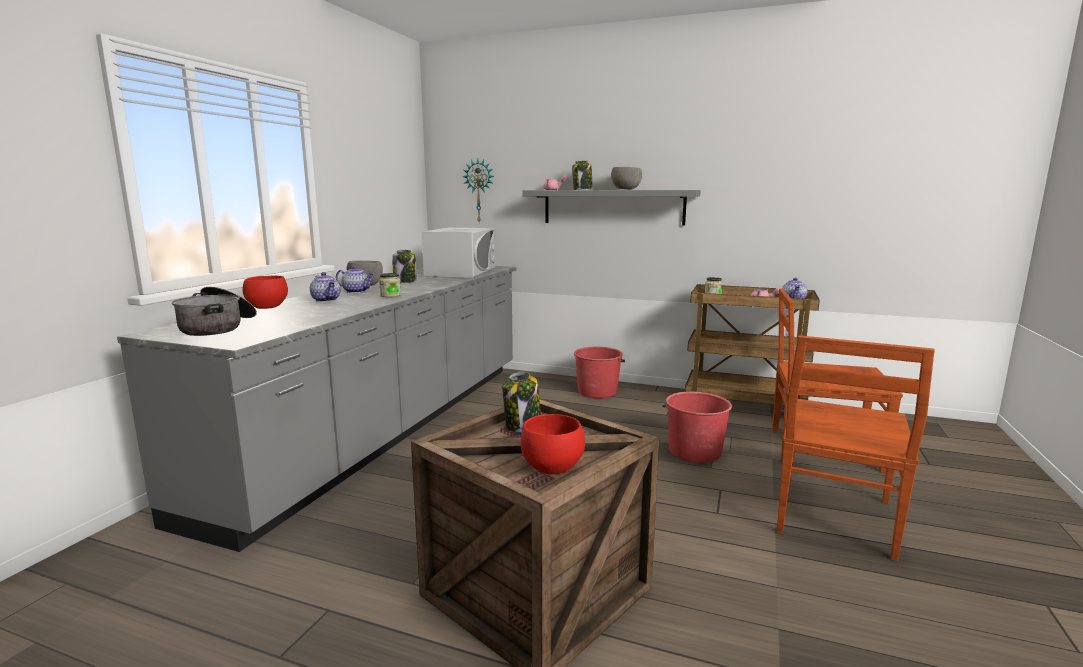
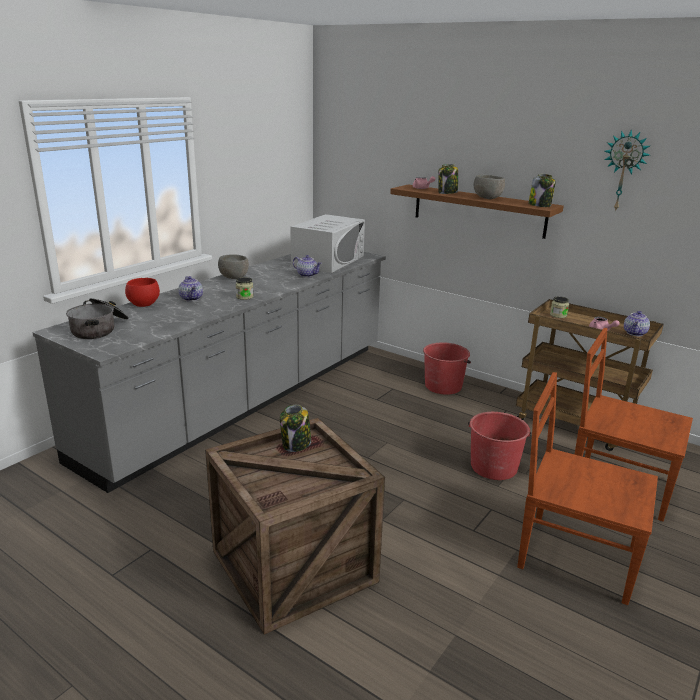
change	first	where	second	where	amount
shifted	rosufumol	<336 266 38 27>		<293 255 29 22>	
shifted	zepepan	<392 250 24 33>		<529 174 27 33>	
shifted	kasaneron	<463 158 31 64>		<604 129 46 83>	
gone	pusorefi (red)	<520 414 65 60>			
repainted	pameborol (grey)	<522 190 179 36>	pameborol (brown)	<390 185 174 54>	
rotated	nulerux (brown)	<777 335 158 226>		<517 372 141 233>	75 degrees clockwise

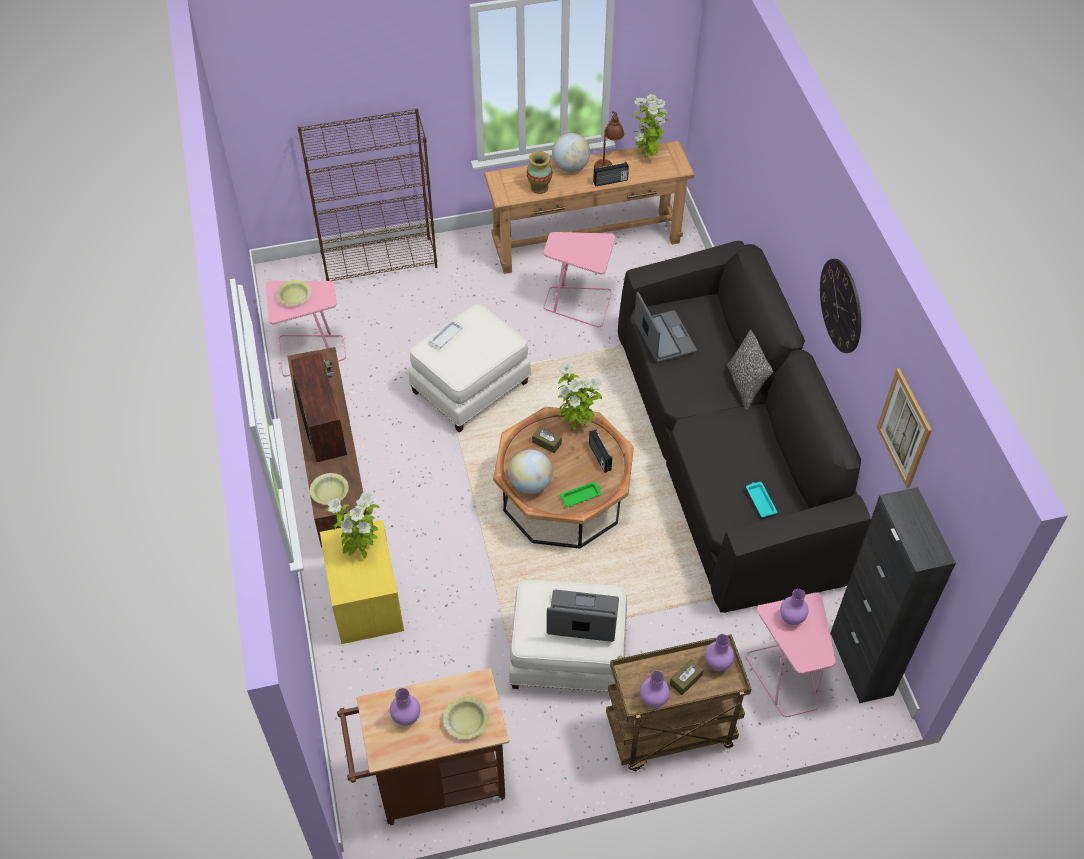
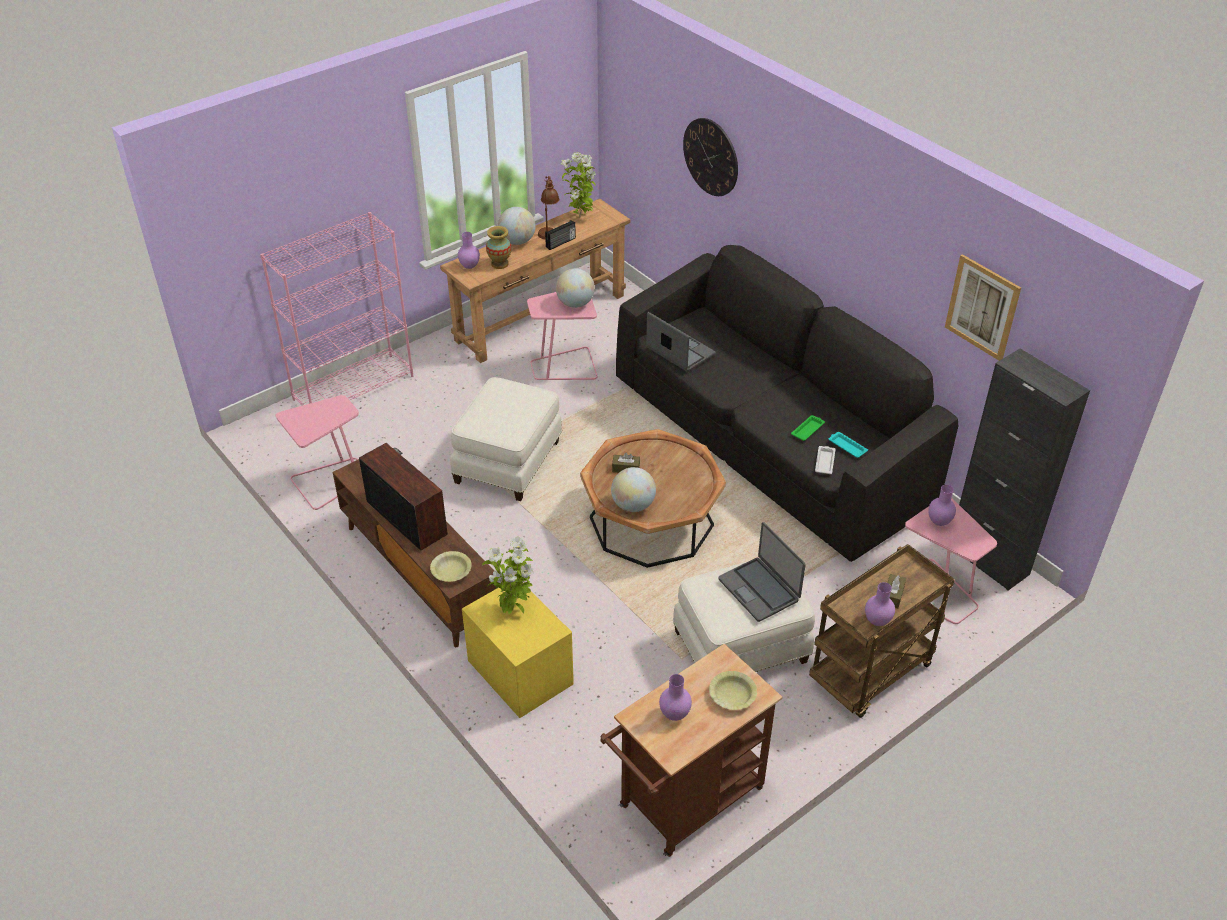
change	first	where	second	where	amount
gone	pusorefi (yellow)	<276 280 35 26>			
repainted	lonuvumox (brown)	<298 109 139 172>	lonuvumox (pink)	<260 212 153 194>	
shifted	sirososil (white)	<429 320 34 28>		<815 446 21 28>	
rotated	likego	<547 589 72 53>		<718 522 88 100>	105 degrees counterclockwise
gone	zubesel	<558 362 44 70>			
shifted	sirososil (green)	<560 482 42 25>		<791 415 34 26>	
gone	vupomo	<589 429 23 44>			
shifted	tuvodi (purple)	<705 634 29 37>		<458 232 22 37>	
gone	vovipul	<727 329 46 82>			
shifted	kasaneron	<820 259 41 94>		<683 118 55 78>	
new			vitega	<556 268 39 40>	

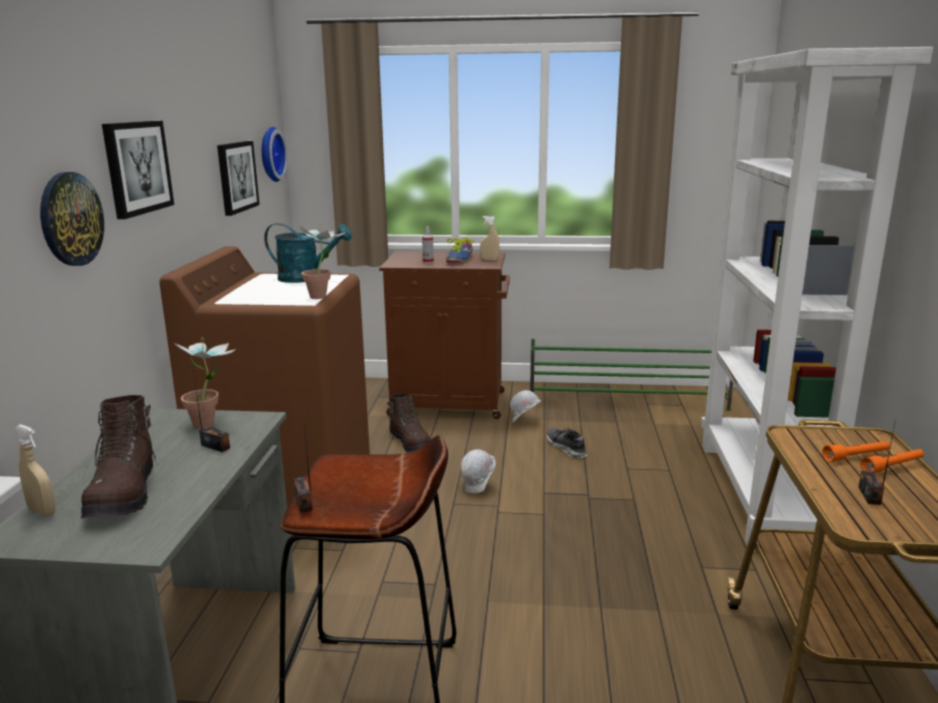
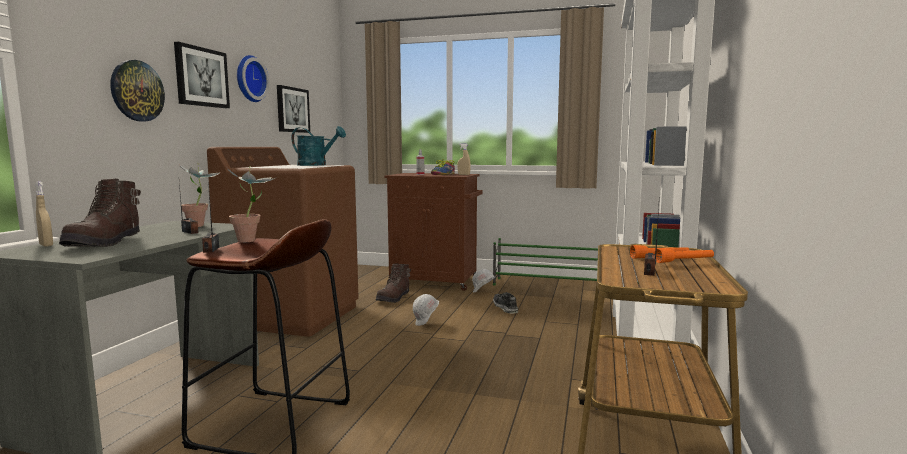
change	first	where	second	where	amount
shifted	kasaneron	<262 127 26 55>		<237 55 32 47>	
shifted	zubesel	<300 223 45 76>		<227 166 48 77>	
rotated	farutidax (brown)	<387 393 43 59>		<376 264 35 39>	45 degrees clockwise

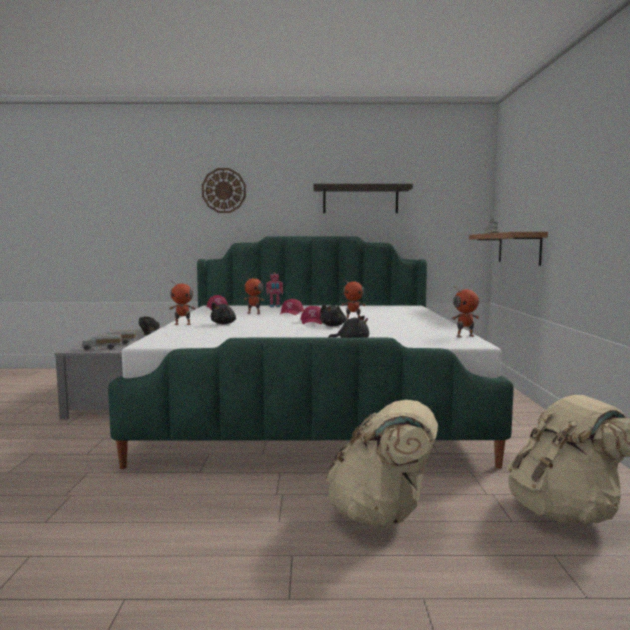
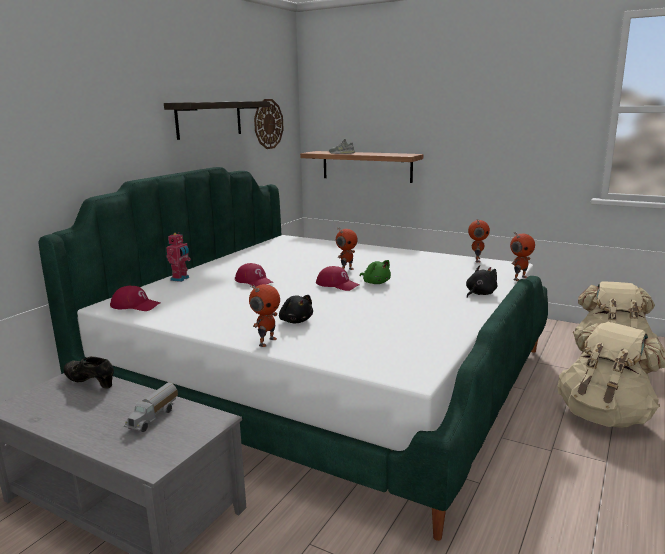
change	first	where	second	where	amount
gone	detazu	<82 334 40 16>			
shifted	kasaneron	<202 168 44 45>		<254 99 30 50>	
shifted	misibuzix	<244 275 20 39>		<510 232 25 49>	
repainted	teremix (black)	<320 304 26 22>	teremix (green)	<360 260 31 24>	

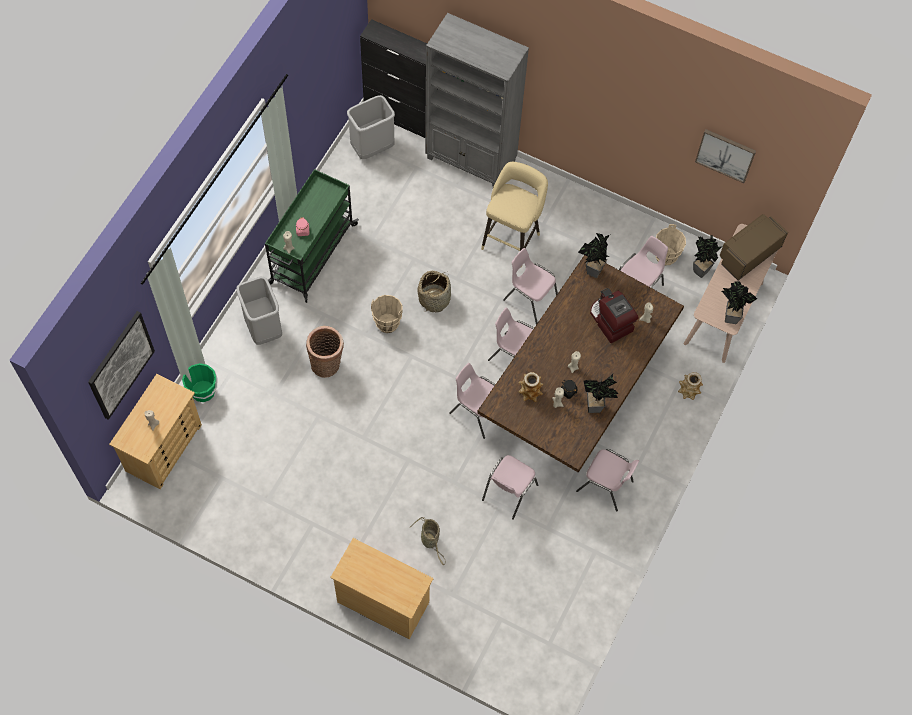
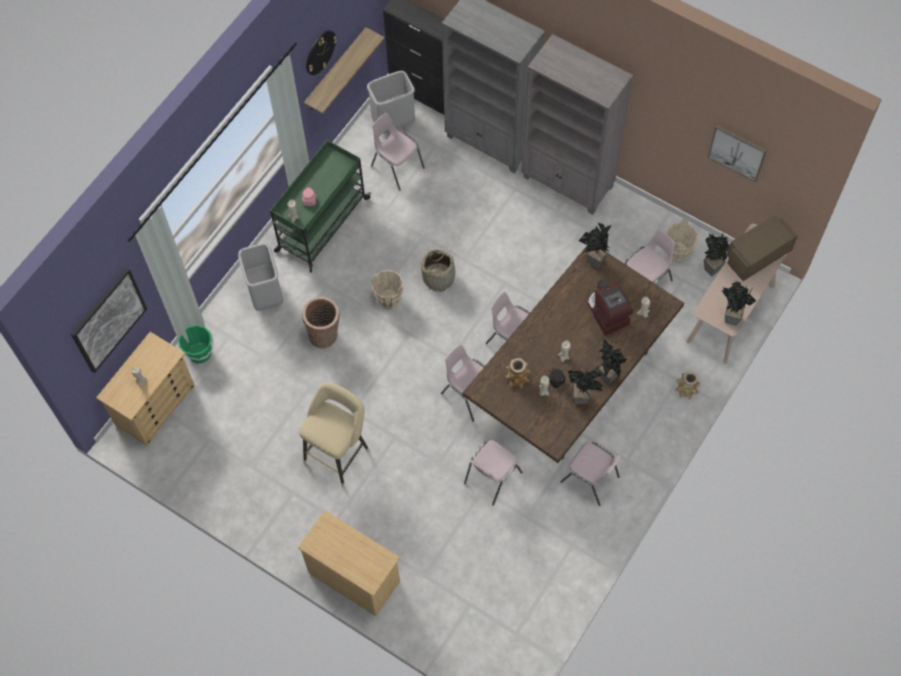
change	first	where	second	where	amount
gone	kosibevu	<410 517 36 49>			
shifted	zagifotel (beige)	<481 162 67 105>		<299 382 71 105>	
shifted	nulerux (pink)	<503 248 55 76>		<371 113 54 78>	
new			pameborol	<304 28 81 86>	
new			kasaneron	<306 30 31 45>	
new			lonuvumox (grey)	<522 34 111 181>	
new			zubesel	<598 339 30 45>	

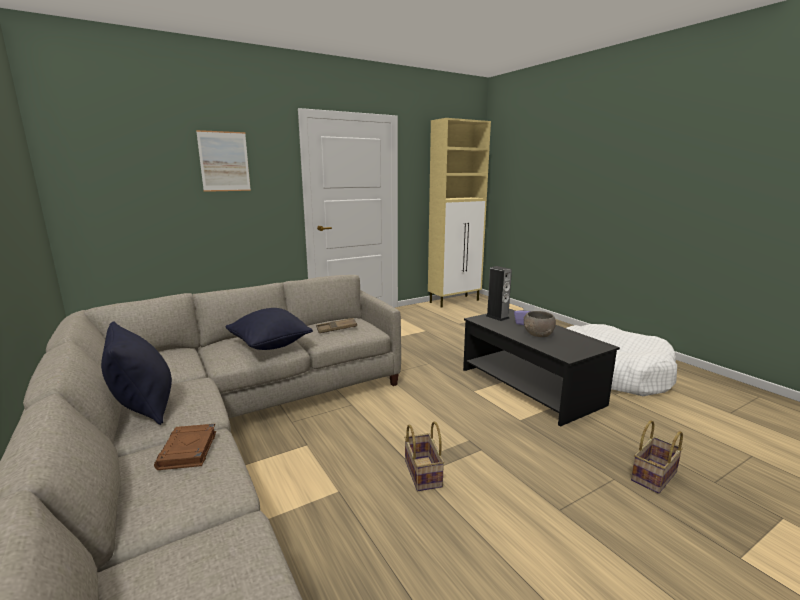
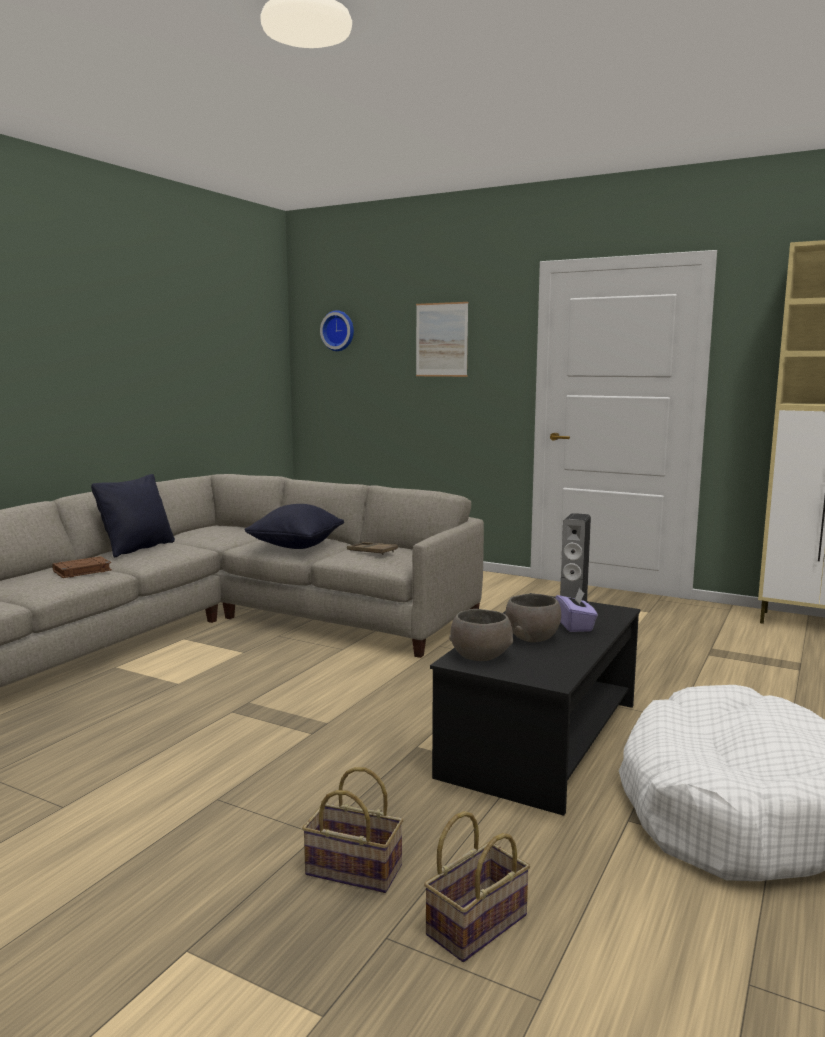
change	first	where	second	where	amount
shifted	kosibevu	<404 421 41 70>		<424 811 106 151>	
new			kasaneron	<320 310 34 41>	
new			pusorefi (grey)	<449 609 64 52>	

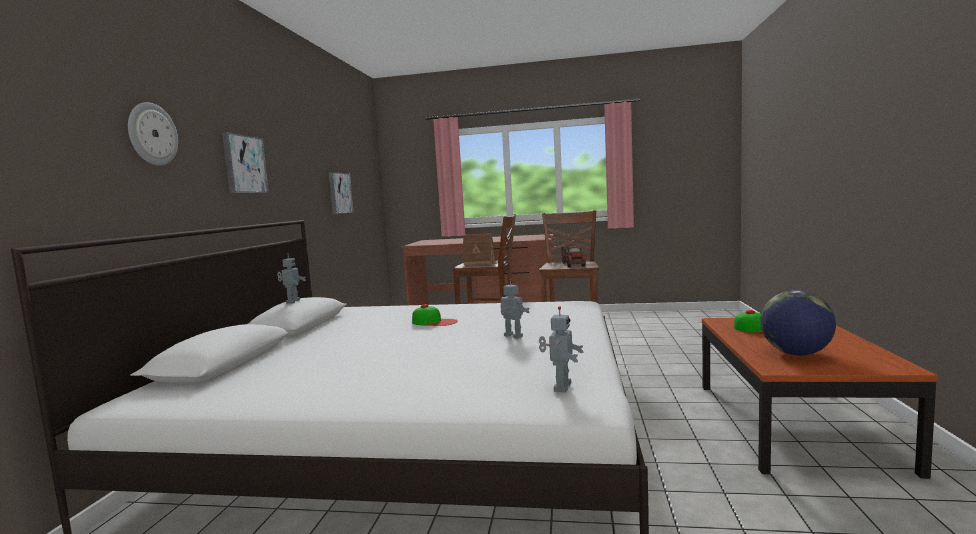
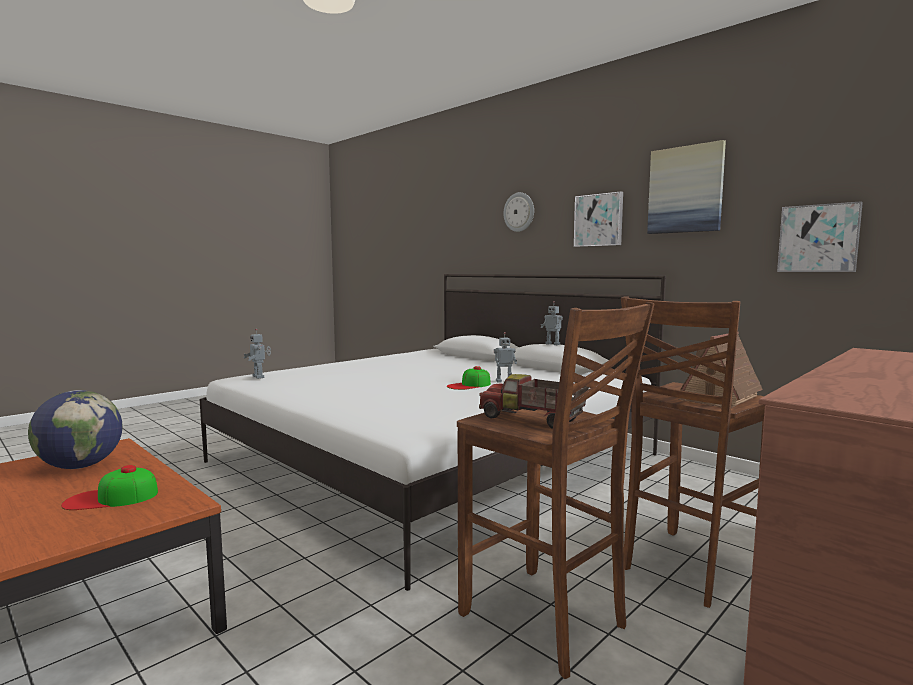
change	first	where	second	where	amount
shifted	misibuzix	<500 278 30 61>		<494 332 23 51>	
new			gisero	<647 140 79 94>	

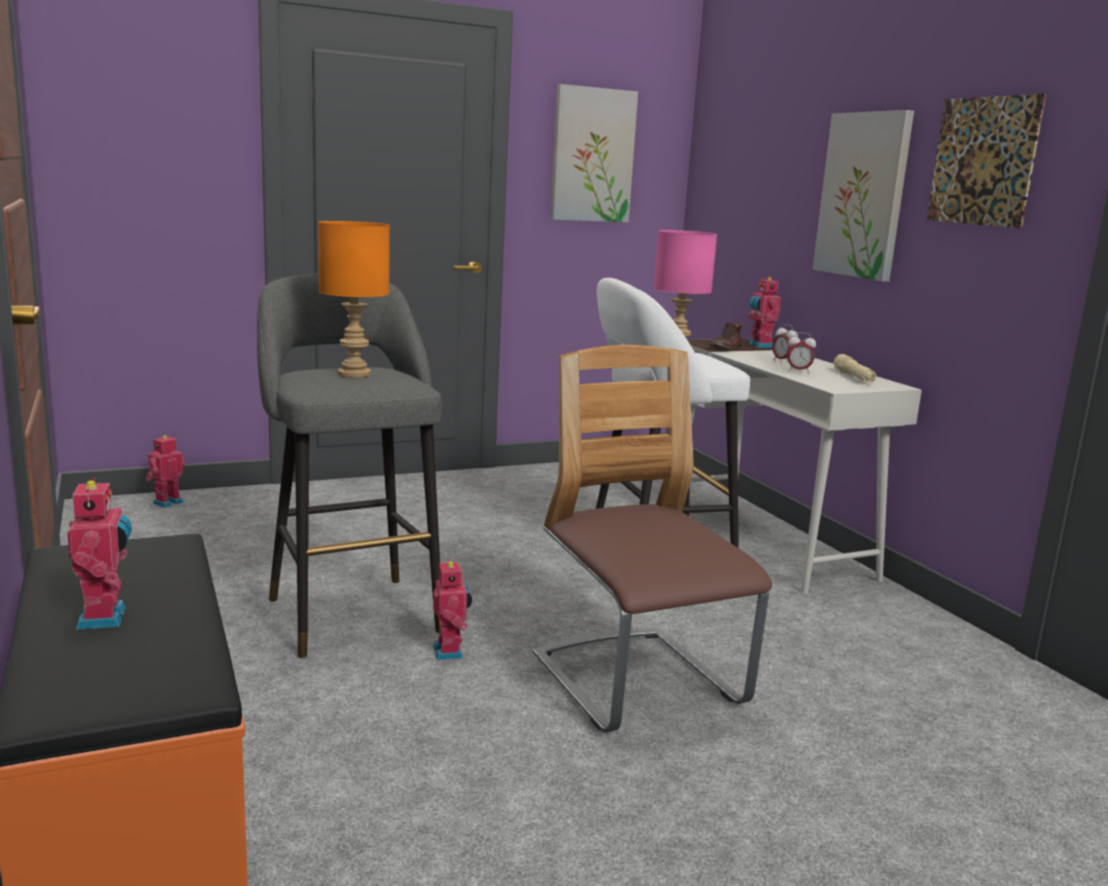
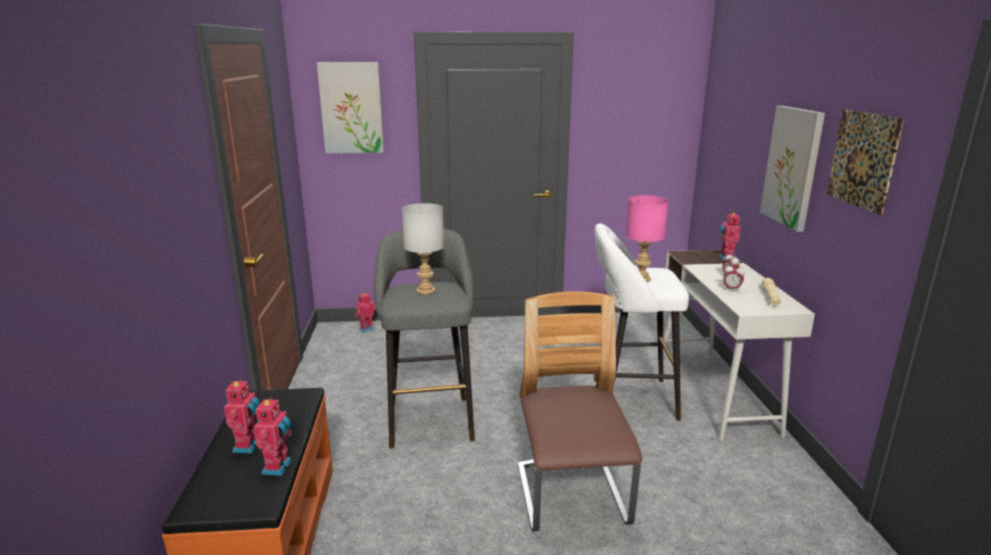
change	first	where	second	where	amount
repainted	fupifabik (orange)	<318 221 72 157>	fupifabik (grey)	<402 203 42 92>	
shifted	misibuzix	<433 559 39 101>		<254 396 38 80>	
shifted	gisero	<550 84 88 138>		<317 62 67 91>	
gone	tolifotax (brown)	<710 323 32 27>			

